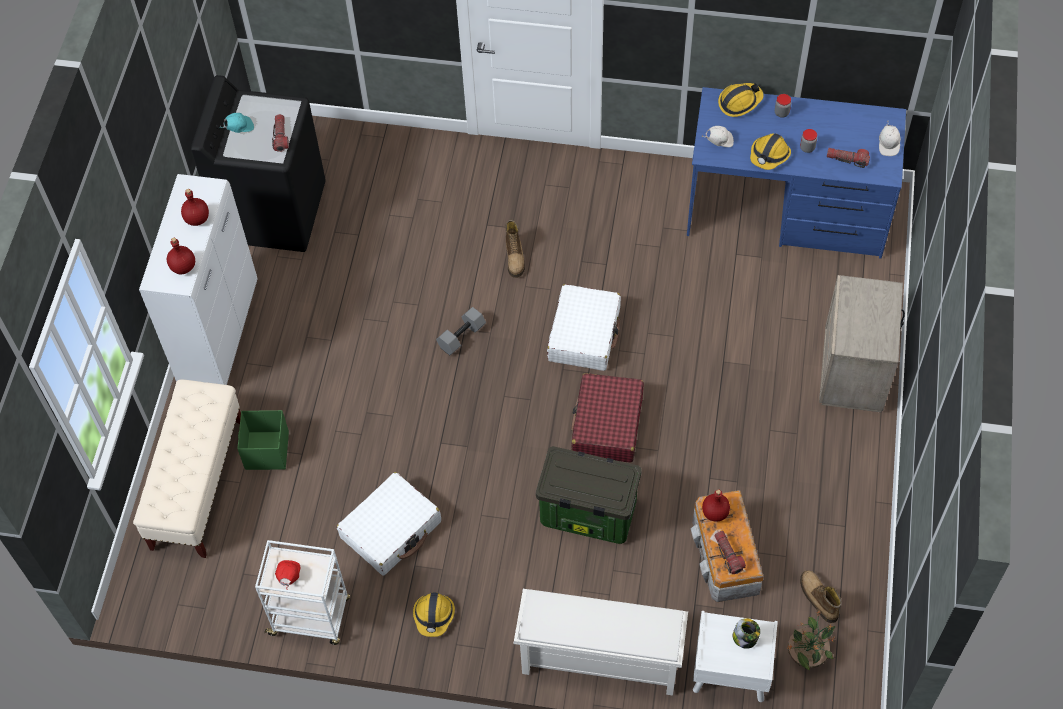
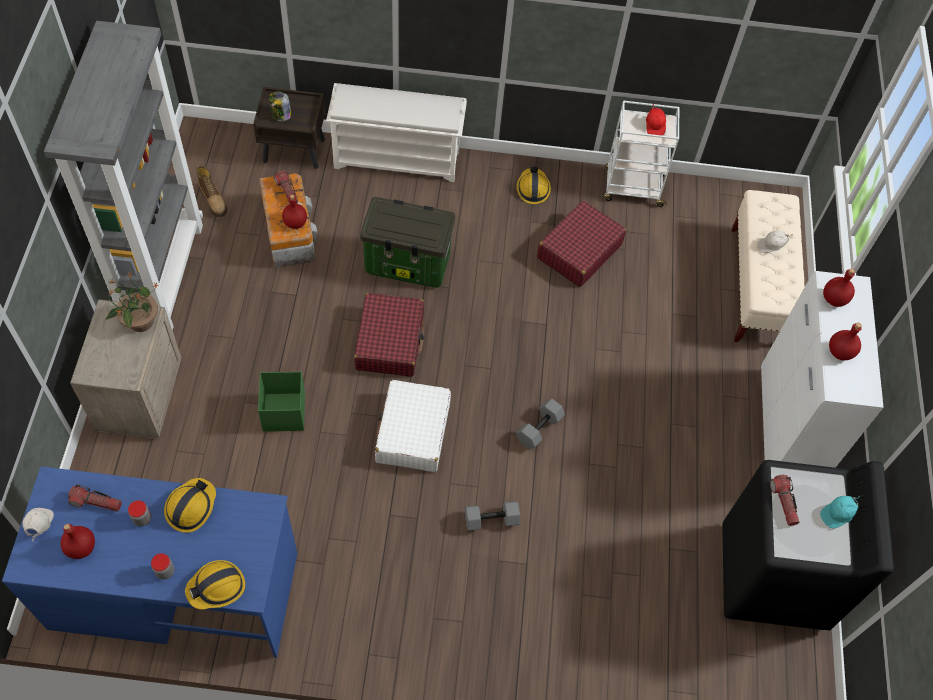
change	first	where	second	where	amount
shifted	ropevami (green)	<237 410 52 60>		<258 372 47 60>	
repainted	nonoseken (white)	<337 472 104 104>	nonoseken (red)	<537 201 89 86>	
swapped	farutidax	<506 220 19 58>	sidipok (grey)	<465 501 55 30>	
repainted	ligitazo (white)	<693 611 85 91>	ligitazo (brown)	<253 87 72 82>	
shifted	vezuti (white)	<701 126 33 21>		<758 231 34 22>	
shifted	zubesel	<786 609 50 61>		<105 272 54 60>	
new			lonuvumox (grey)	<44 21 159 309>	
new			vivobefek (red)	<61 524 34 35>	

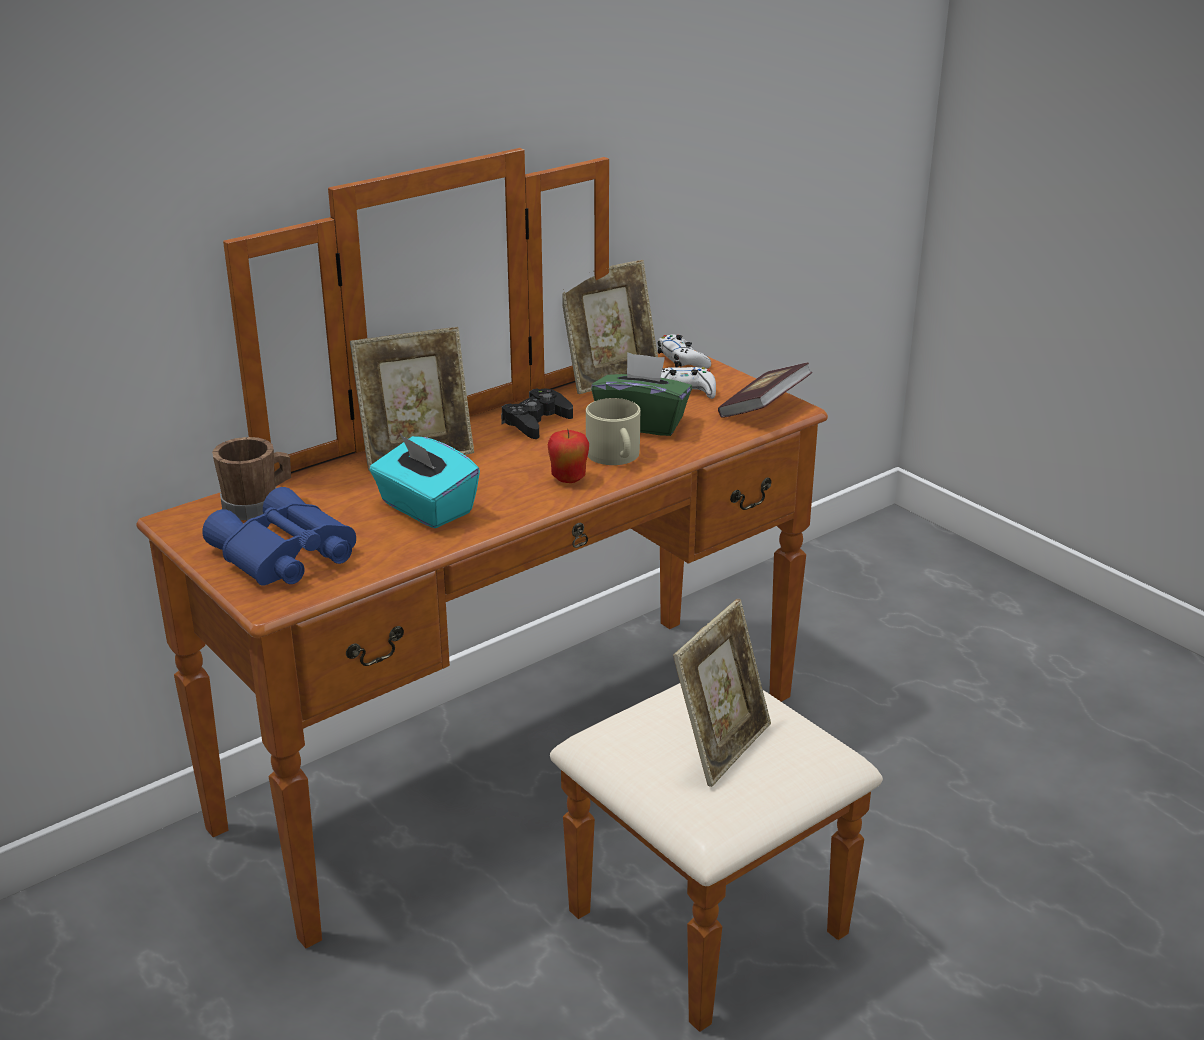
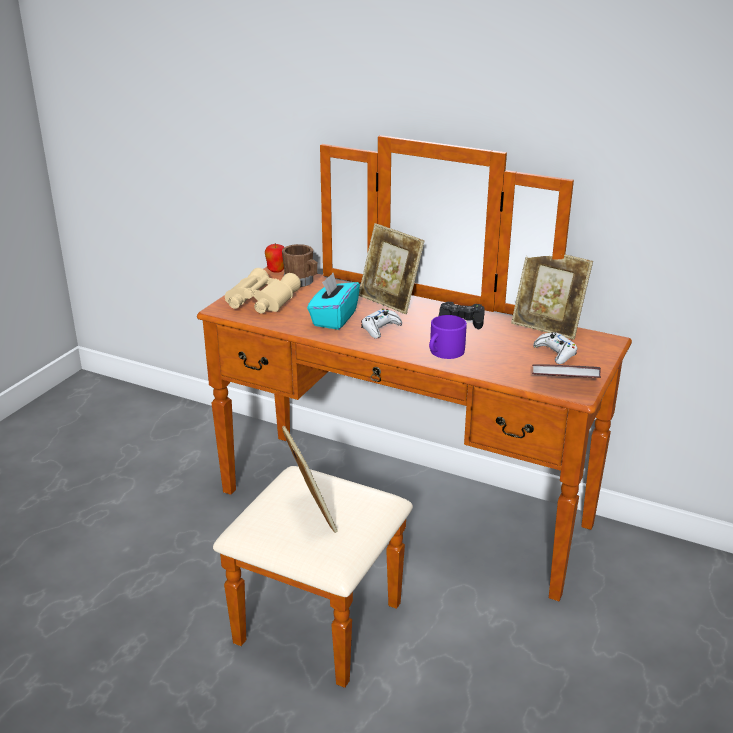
change	first	where	second	where	amount
repainted	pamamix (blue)	<202 487 154 99>	pamamix (beige)	<225 268 76 45>	
shifted	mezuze	<548 429 41 54>		<265 243 19 30>	
repainted	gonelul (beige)	<586 398 54 67>	gonelul (purple)	<429 315 38 44>	
gone	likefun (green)	<591 352 101 84>			
shifted	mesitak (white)	<658 334 53 35>		<361 309 41 30>	
rotated	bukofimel	<673 599 98 188>		<282 426 56 107>	120 degrees counterclockwise

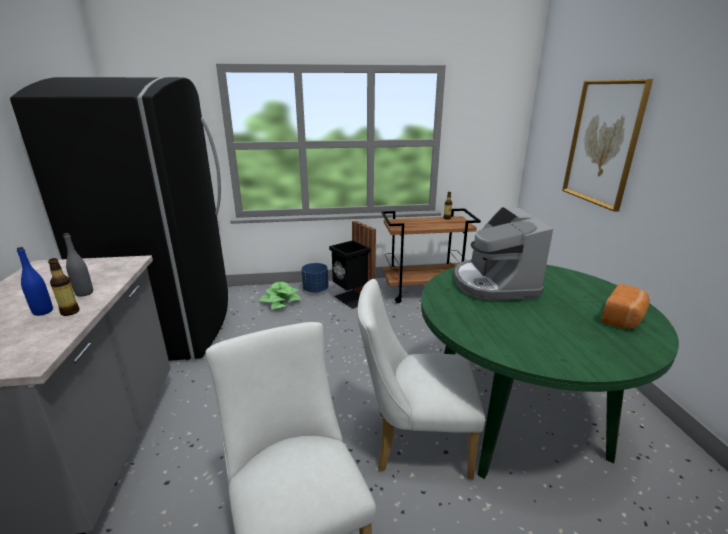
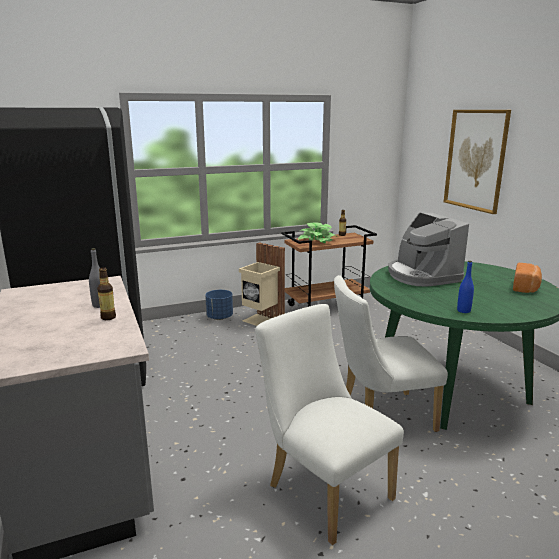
change	first	where	second	where	amount
shifted	vivobefek (blue)	<17 247 36 69>		<457 261 17 52>	
shifted	zubesel	<259 282 43 28>		<298 223 38 20>	
repainted	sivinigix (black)	<329 221 47 88>	sivinigix (beige)	<239 242 46 84>	

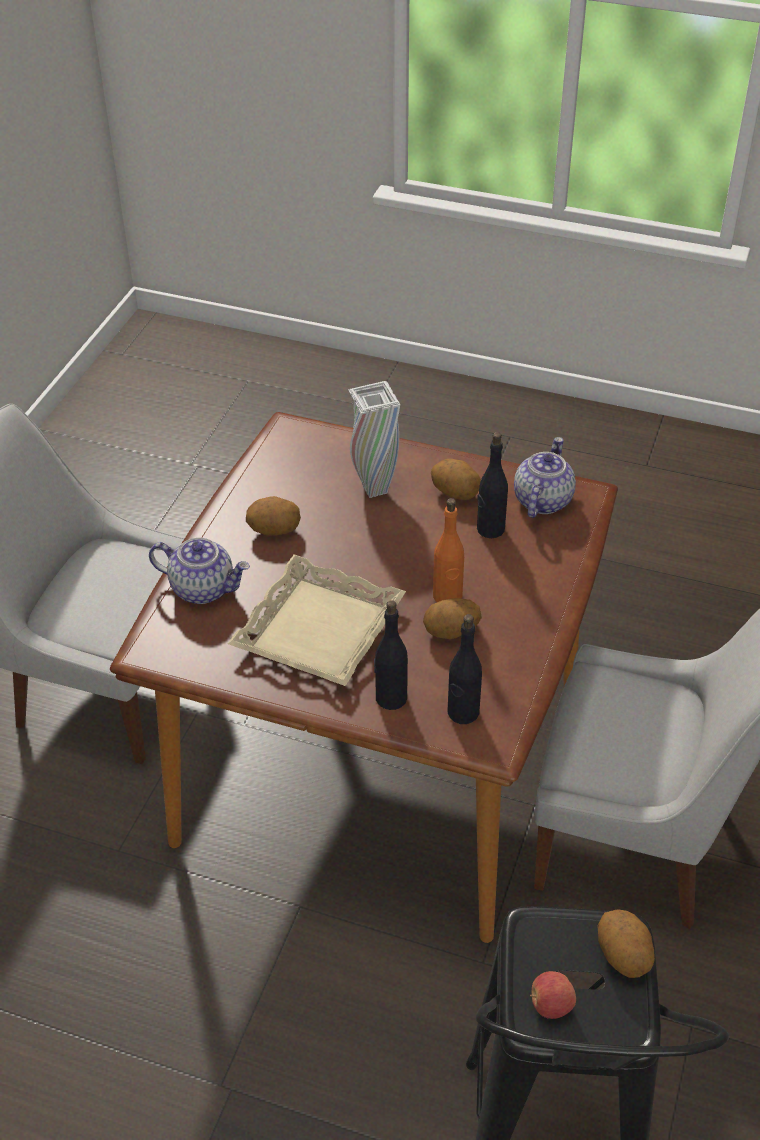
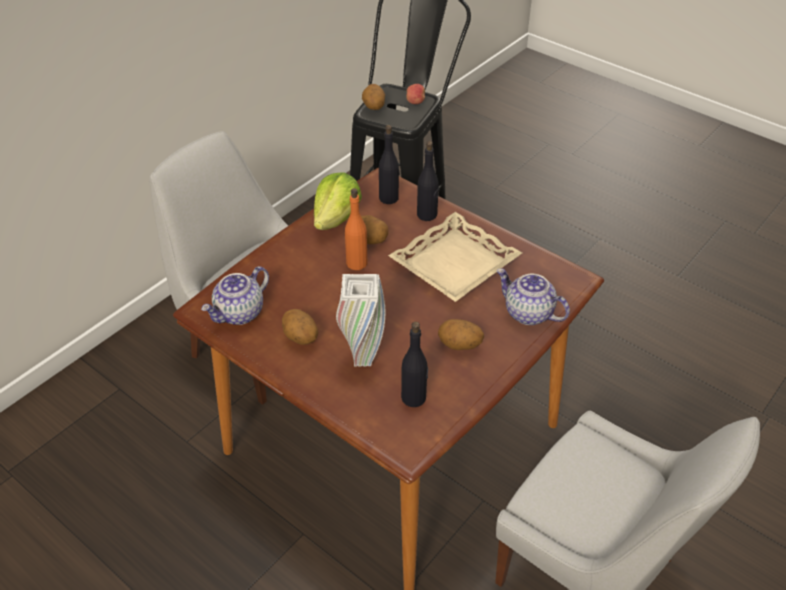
change	first	where	second	where	amount
shifted	vivobefek (black)	<477 432 31 106>		<401 322 27 85>	
new			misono	<314 172 48 58>	

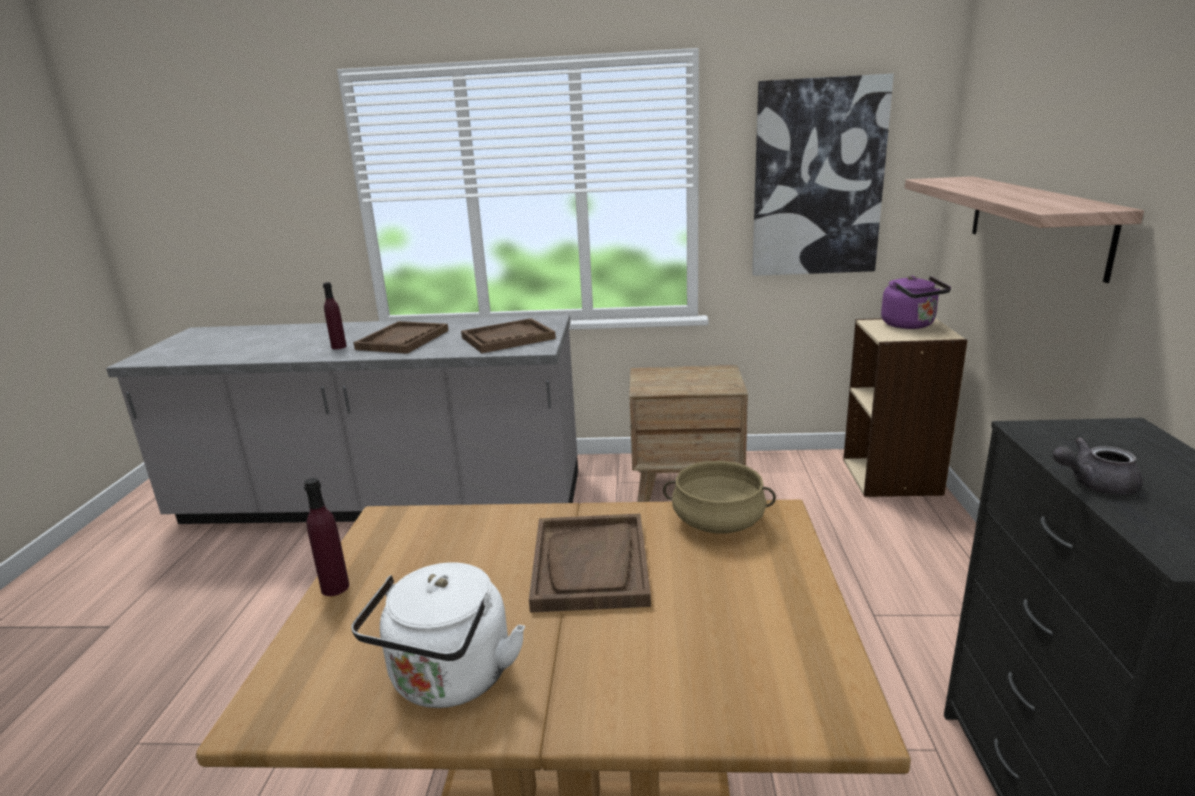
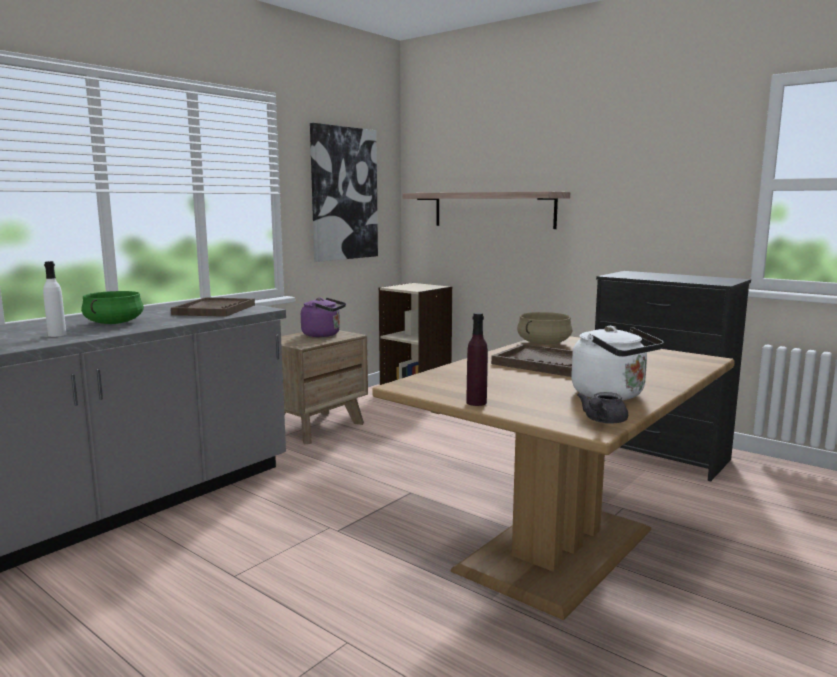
change	first	where	second	where	amount
repainted	vivobefek (purple)	<323 282 24 67>	vivobefek (white)	<43 261 24 76>	
swapped	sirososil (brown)	<353 321 96 33>	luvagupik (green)	<81 291 63 33>	
shifted	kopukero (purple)	<881 276 70 53>		<301 298 45 39>	
shifted	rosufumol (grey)	<1052 438 91 57>		<577 392 51 32>	

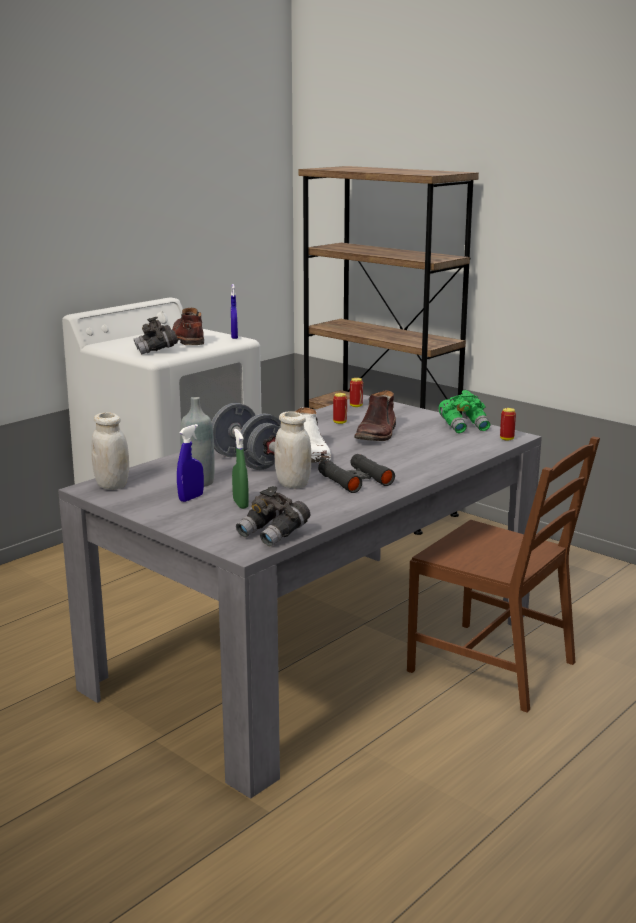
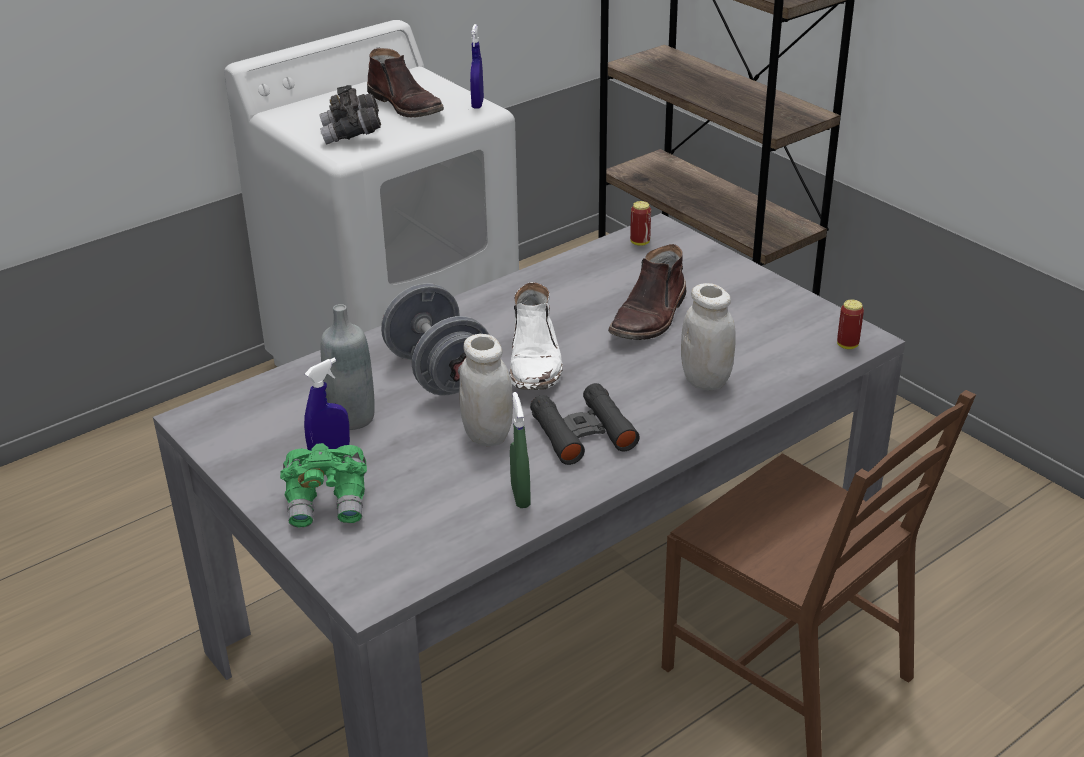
change	first	where	second	where	amount
shifted	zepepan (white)	<91 413 38 77>		<681 283 54 108>	
rotated	farutidax (brown)	<172 308 32 37>		<367 48 77 69>	150 degrees clockwise
shifted	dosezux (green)	<232 429 17 80>		<510 392 21 116>	
gone	pamamix (grey)	<236 486 74 61>			
gone	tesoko	<333 393 14 31>			
shifted	pamamix (green)	<439 390 51 43>		<280 443 87 85>	

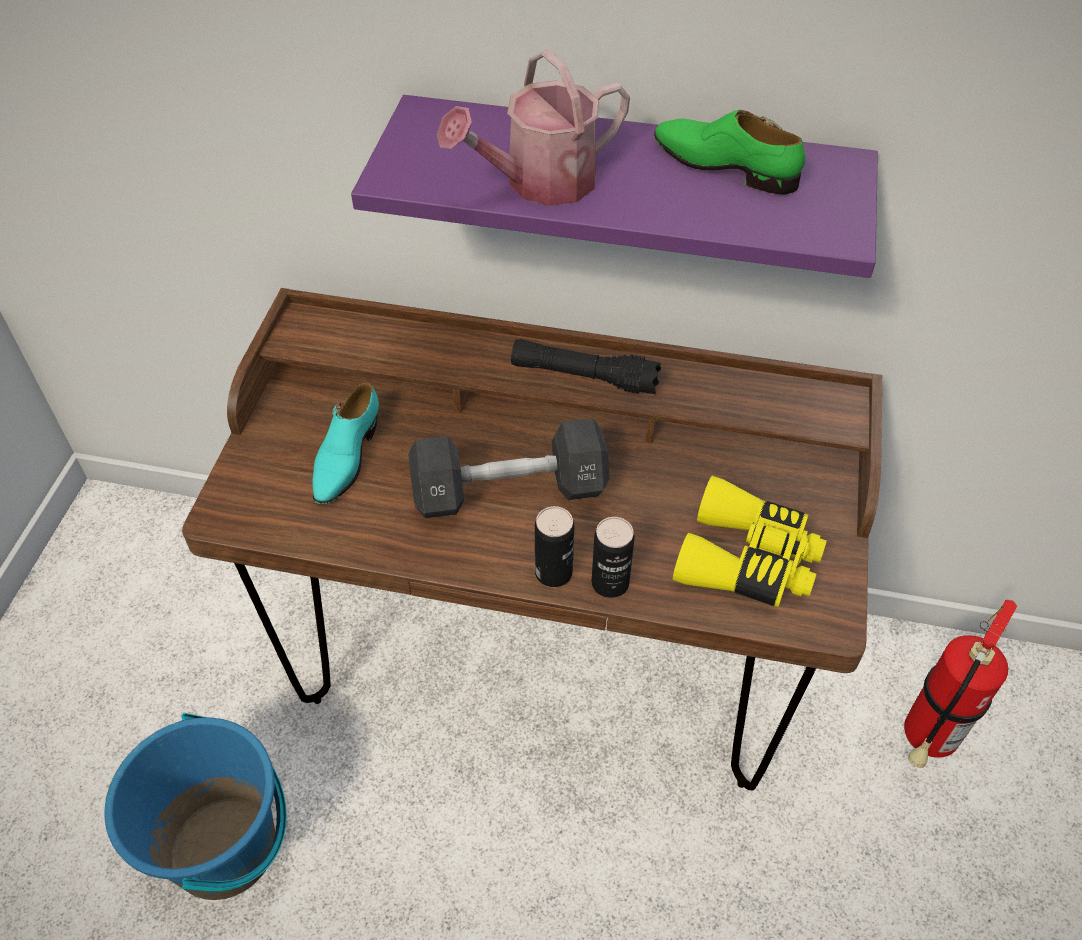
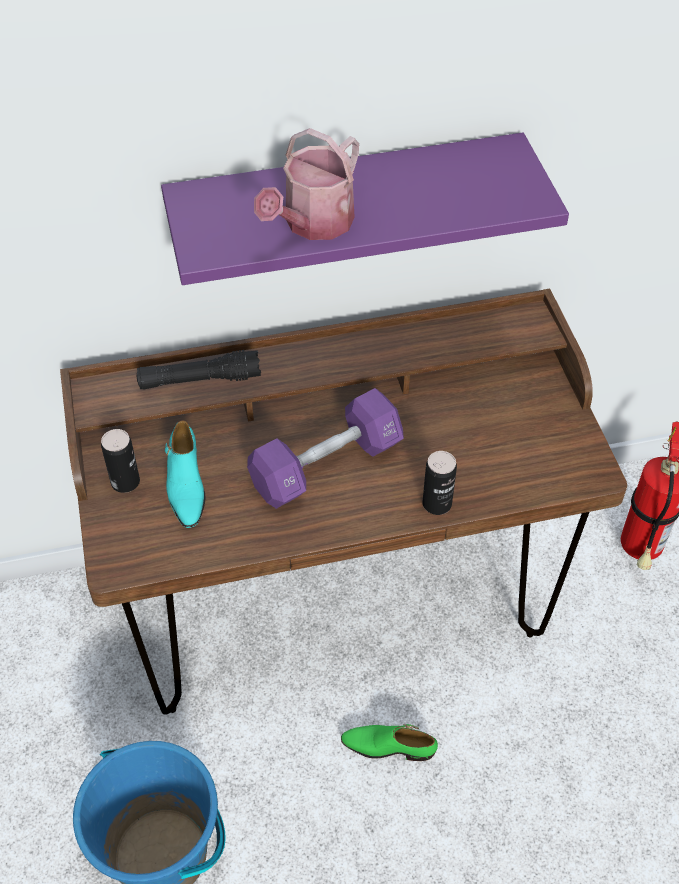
change	first	where	second	where	amount
repainted	sidipok (black)	<408 419 202 99>	sidipok (purple)	<247 388 157 121>	
shifted	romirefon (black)	<511 339 150 55>		<137 350 124 40>	
shifted	tesoko	<535 506 39 81>		<101 429 39 64>	
shifted	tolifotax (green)	<654 110 151 85>		<341 724 97 37>	
gone	pamamix (yellow)	<673 476 154 131>			

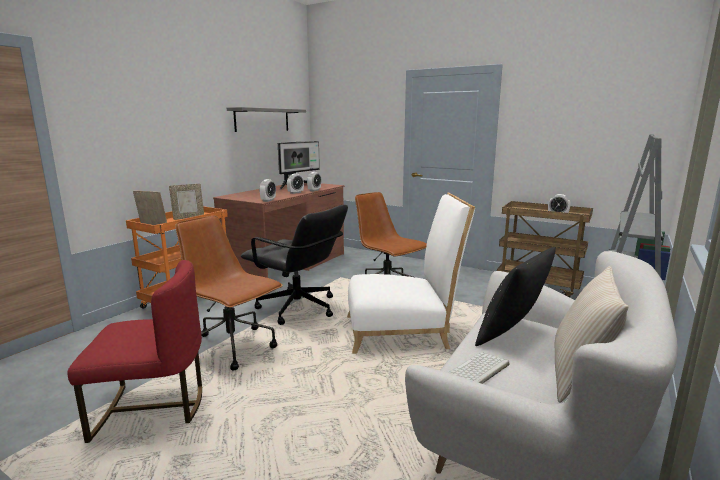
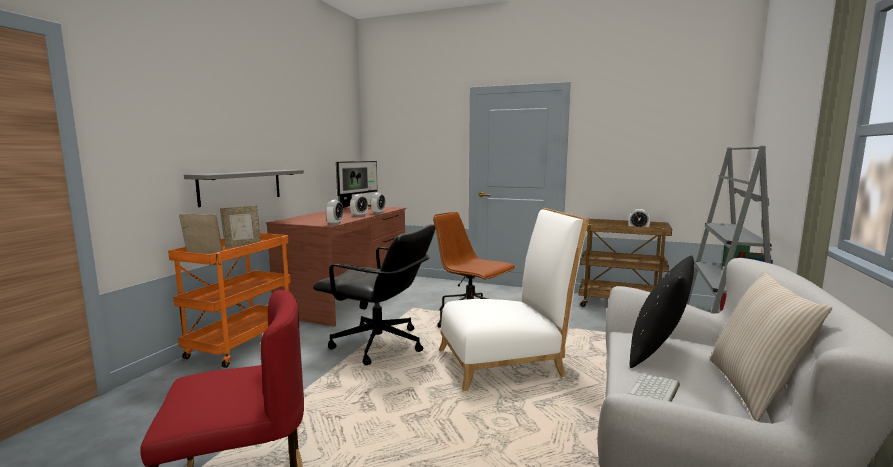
change	first	where	second	where	amount
gone	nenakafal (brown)	<175 216 108 155>			
shifted	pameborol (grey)	<227 107 79 25>		<184 170 120 37>	

